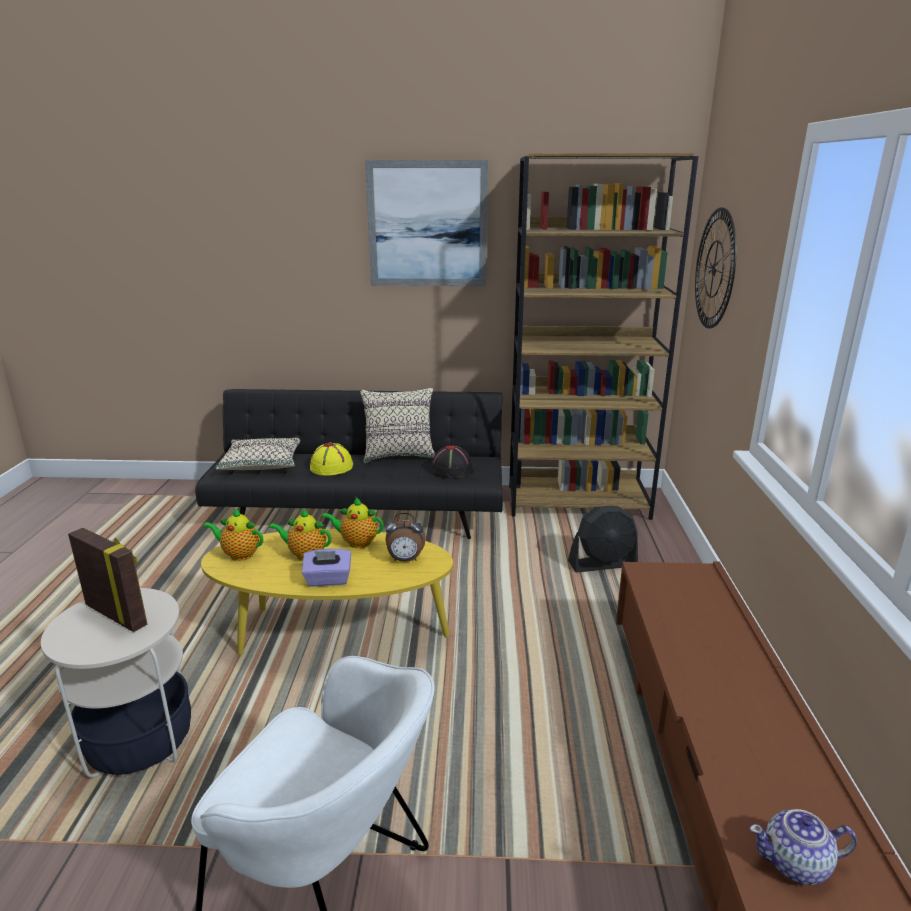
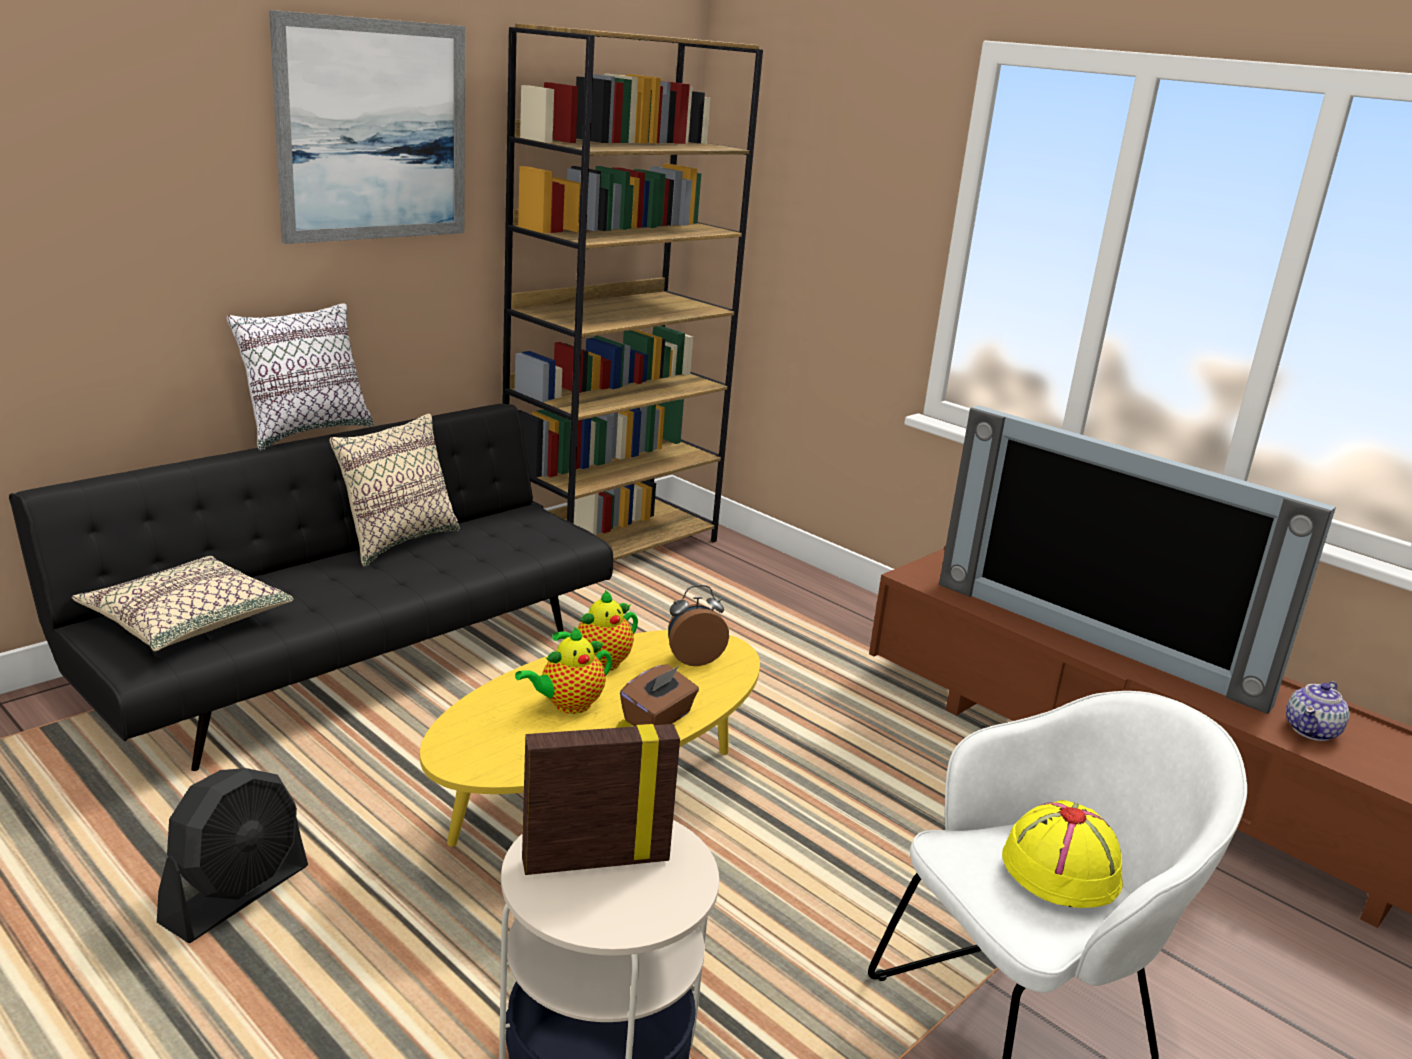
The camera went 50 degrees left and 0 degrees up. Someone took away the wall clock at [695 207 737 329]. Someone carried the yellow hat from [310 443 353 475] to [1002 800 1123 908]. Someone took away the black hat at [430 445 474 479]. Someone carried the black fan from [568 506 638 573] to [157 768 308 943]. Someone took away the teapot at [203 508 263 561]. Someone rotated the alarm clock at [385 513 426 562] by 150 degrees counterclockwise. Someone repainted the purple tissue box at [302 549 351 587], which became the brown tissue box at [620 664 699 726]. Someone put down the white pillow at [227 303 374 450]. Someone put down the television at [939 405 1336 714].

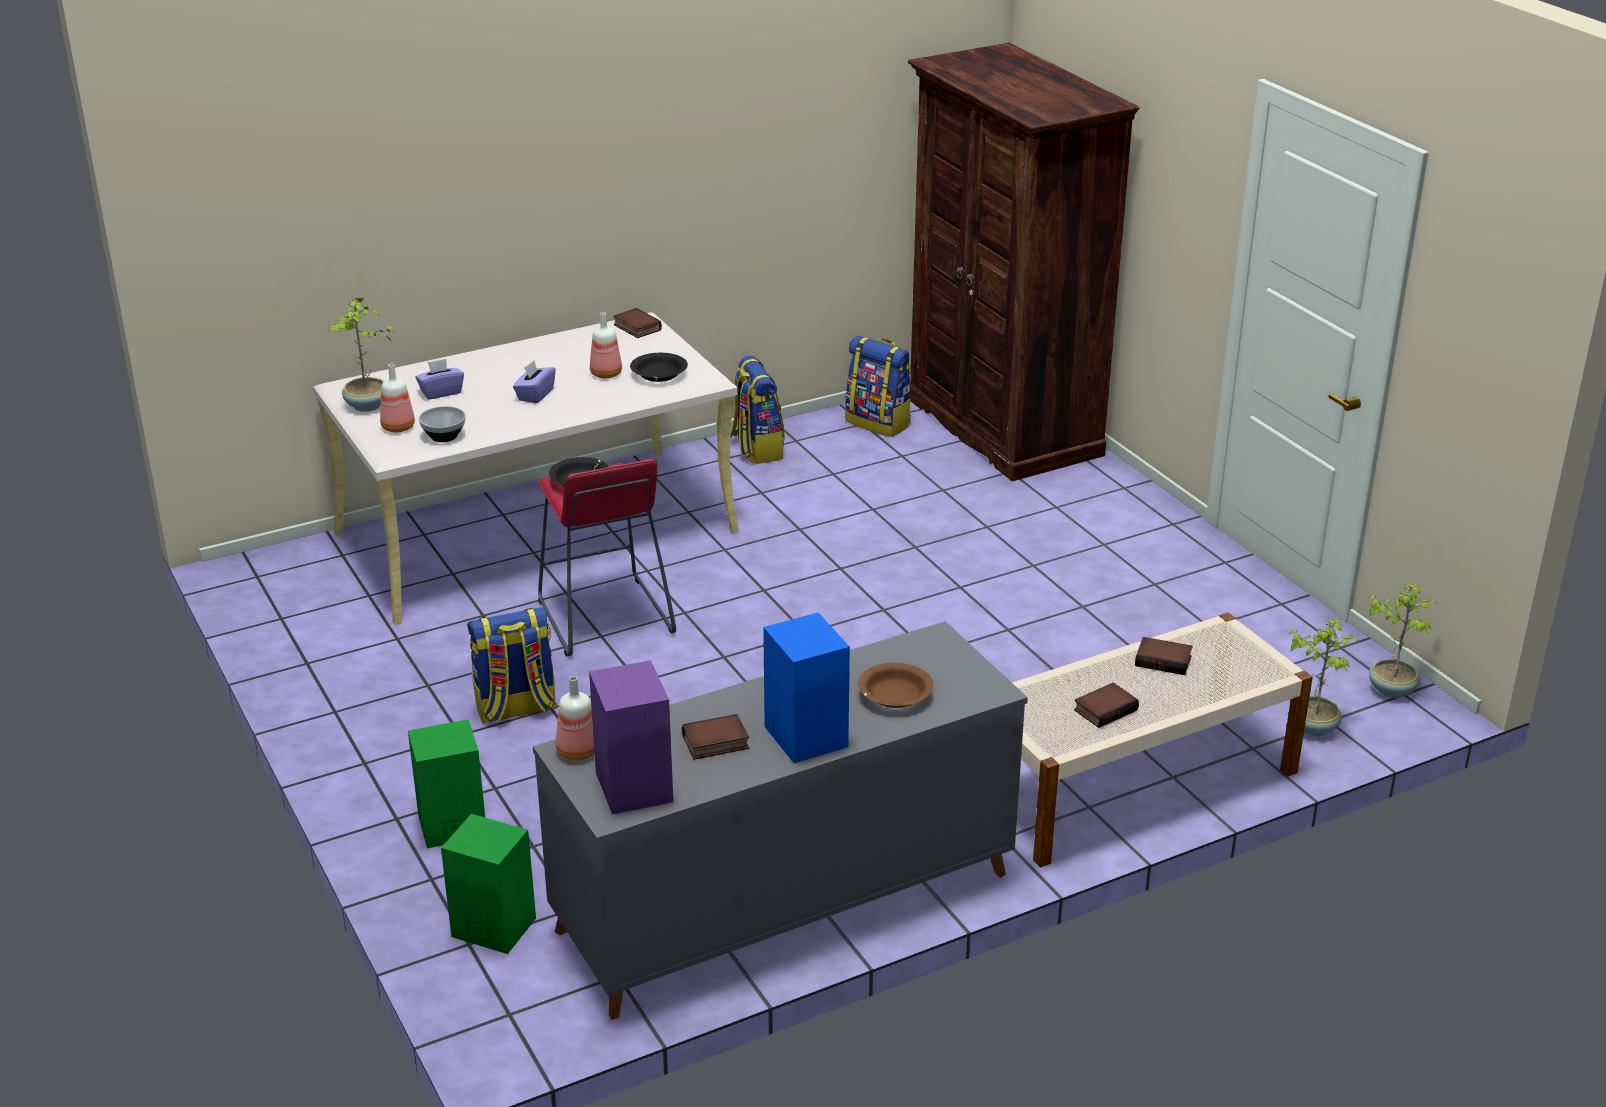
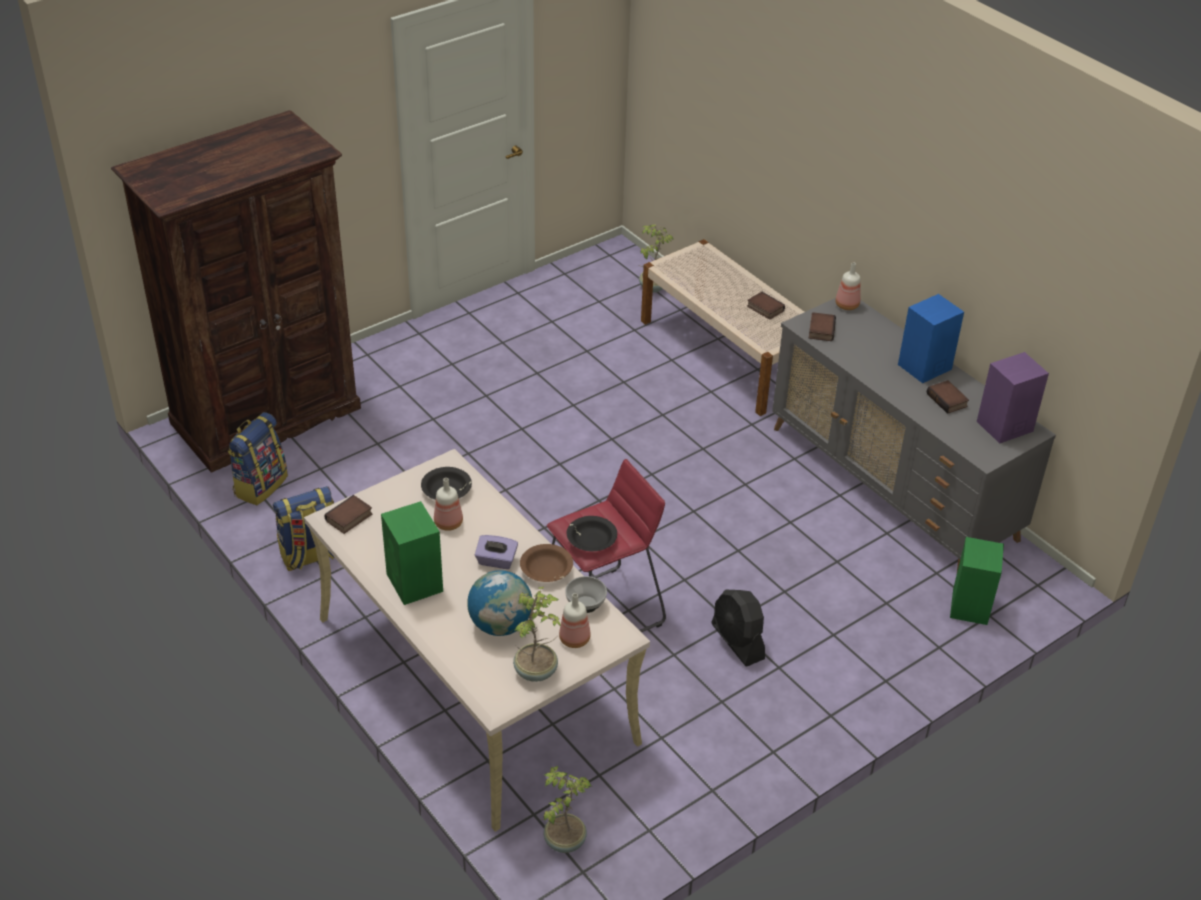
The camera went 100 degrees left and 10 degrees up. Someone swapped the purple tissue box at [415 359 464 400] for the globe at [467 570 532 636]. Someone carried the potted plant from [1367 582 1436 698] to [541 766 592 853]. Someone swapped the backpack at [467 607 557 724] for the black fan at [711 590 765 667]. Someone carried the book from [1135 637 1193 675] to [809 312 836 341]. Someone carried the brown bowl from [858 663 933 708] to [520 544 573 582]. Someone carried the bottle from [556 676 595 761] to [835 262 860 310]. Someone carried the green speaker from [408 719 485 848] to [381 501 443 605].

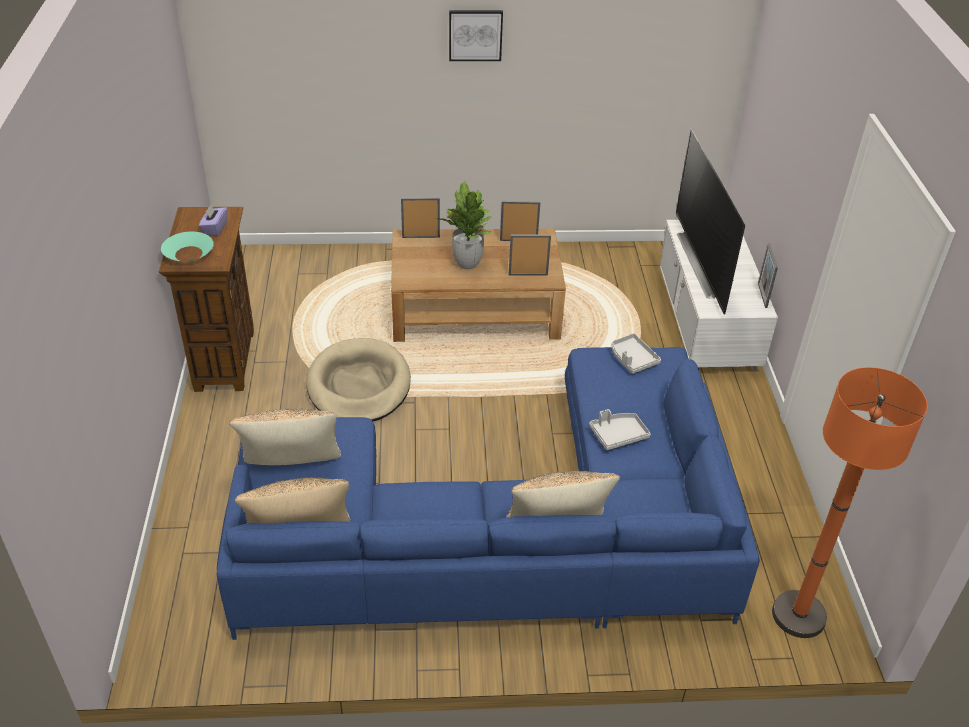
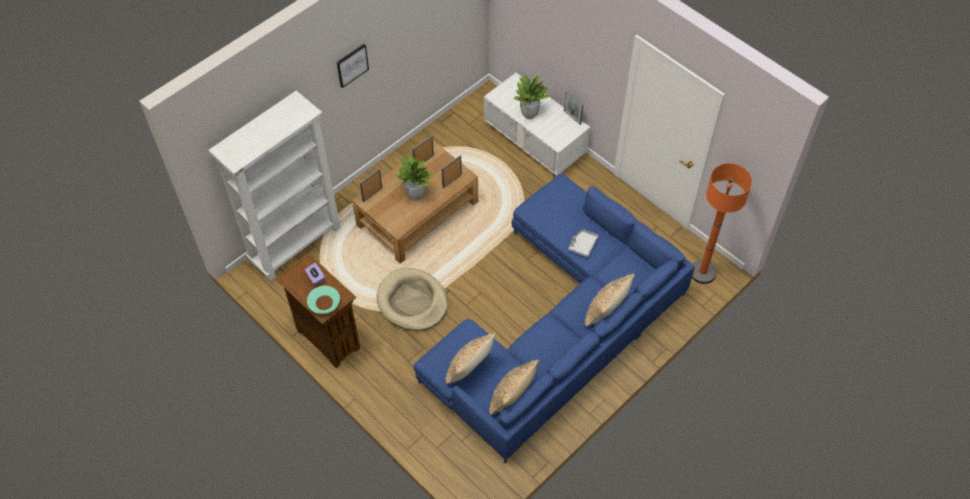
The camera went 40 degrees left and 15 degrees up. Someone swapped the television at [676 129 746 315] for the potted plant at [514 76 549 119]. Someone took away the grey tray at [611 333 661 374]. Someone put down the white bookcase at [208 91 342 281].

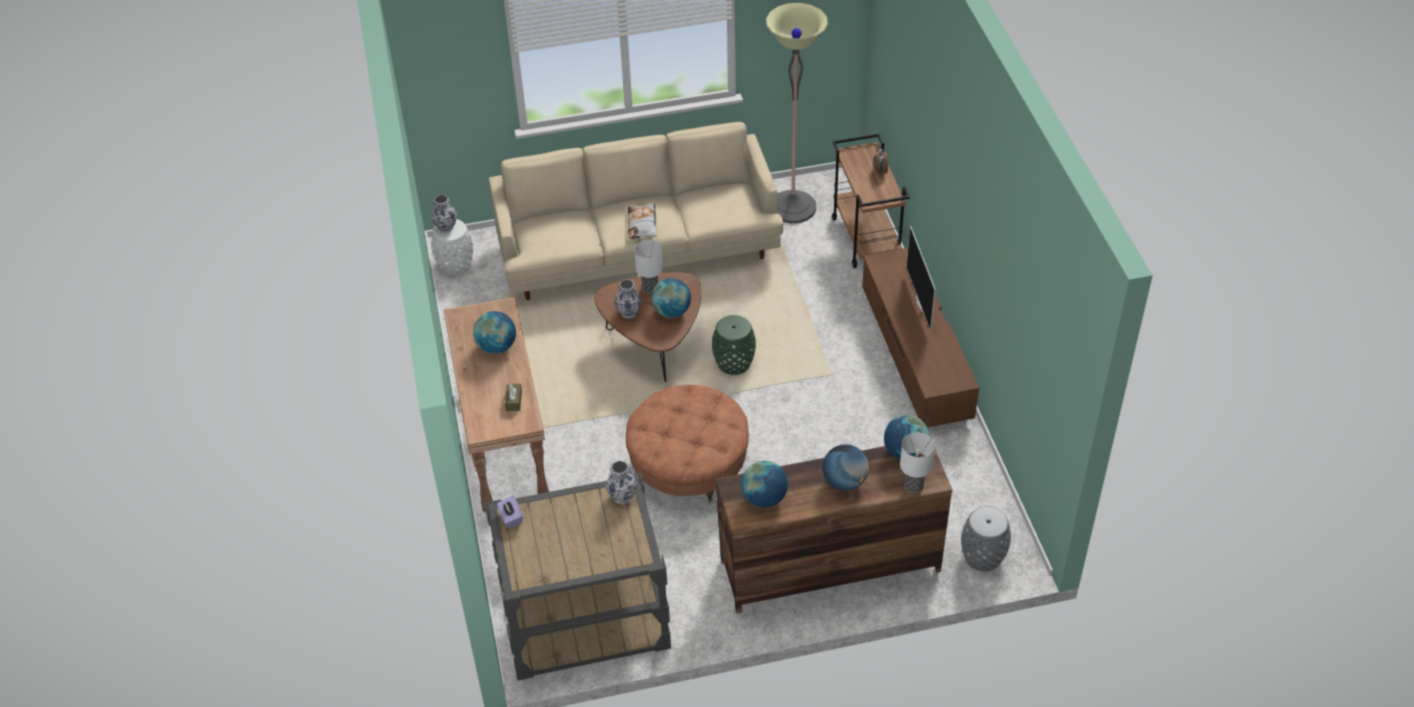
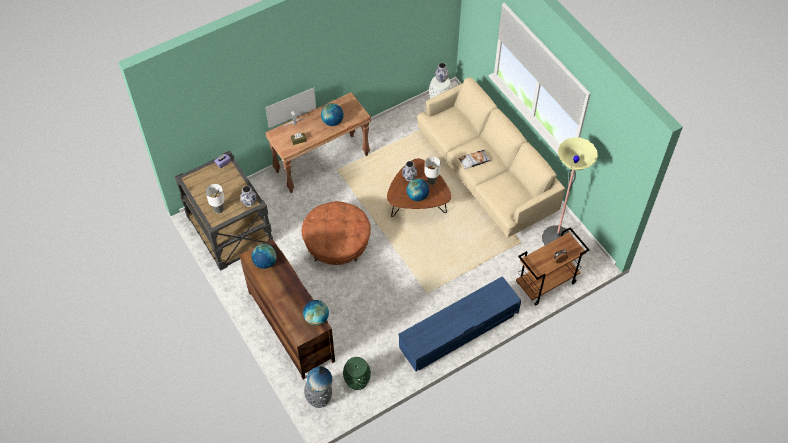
The camera went 70 degrees right and 10 degrees up. Someone carried the television from [906 226 936 331] to [265 88 316 128]. Someone repainted the brown tv stand at [862 248 979 427], which became the blue tv stand at [398 276 521 372]. Someone carried the green stool from [712 315 756 375] to [343 357 371 390]. Someone carried the table lamp from [900 433 935 493] to [206 184 225 214]. Someone carried the globe from [822 444 869 491] to [307 366 332 392].

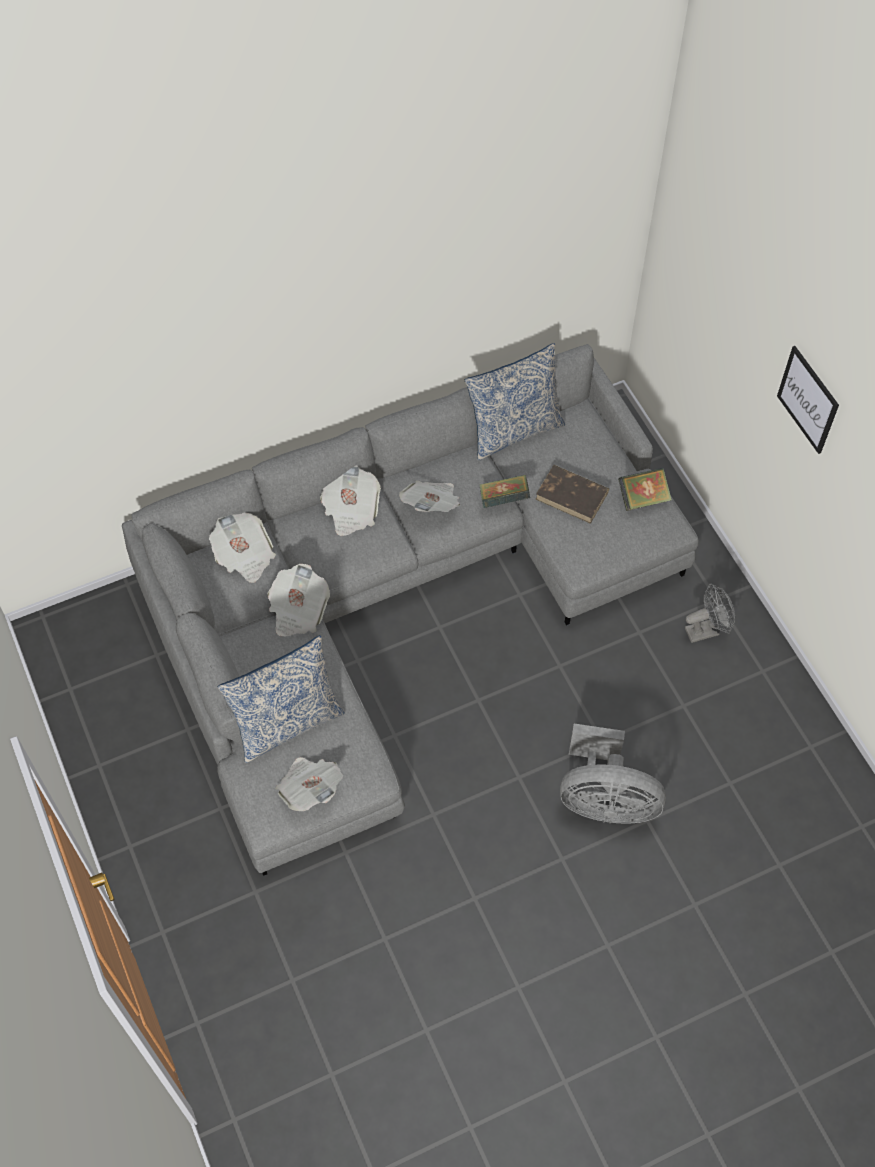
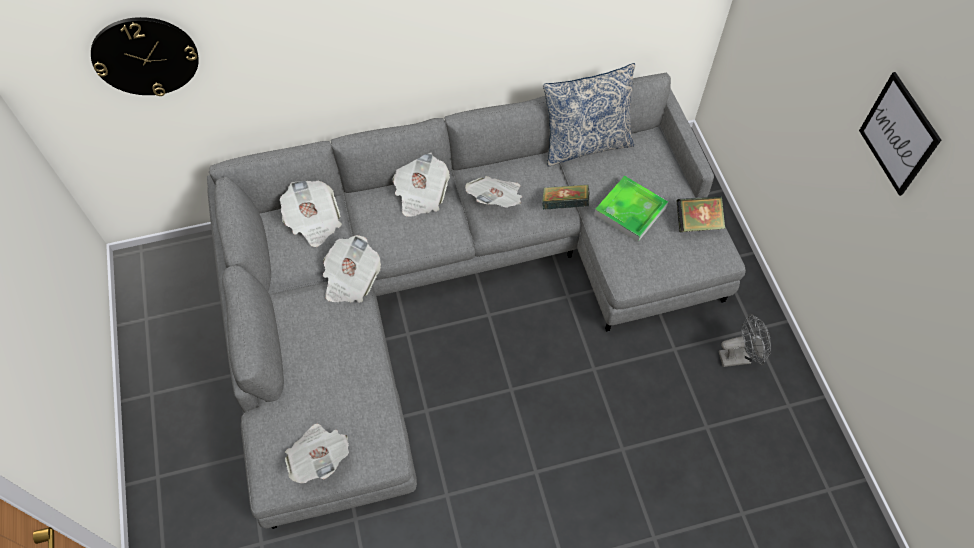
The camera went 10 degrees right and 0 degrees up. Someone swapped the brown book at [535 465 609 524] for the tray at [594 176 668 242]. Someone took away the pillow at [218 635 345 763]. Someone took away the grey fan at [560 724 666 824]. Someone put up the wall clock at [91 17 199 96].

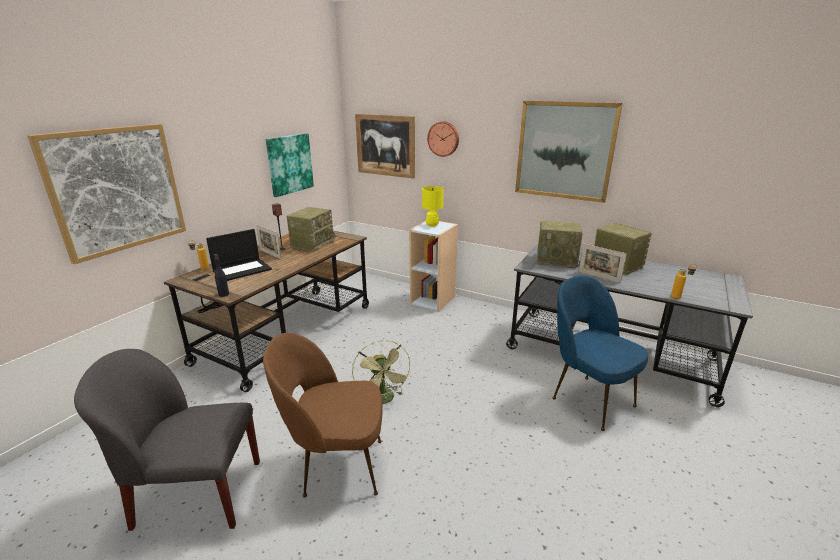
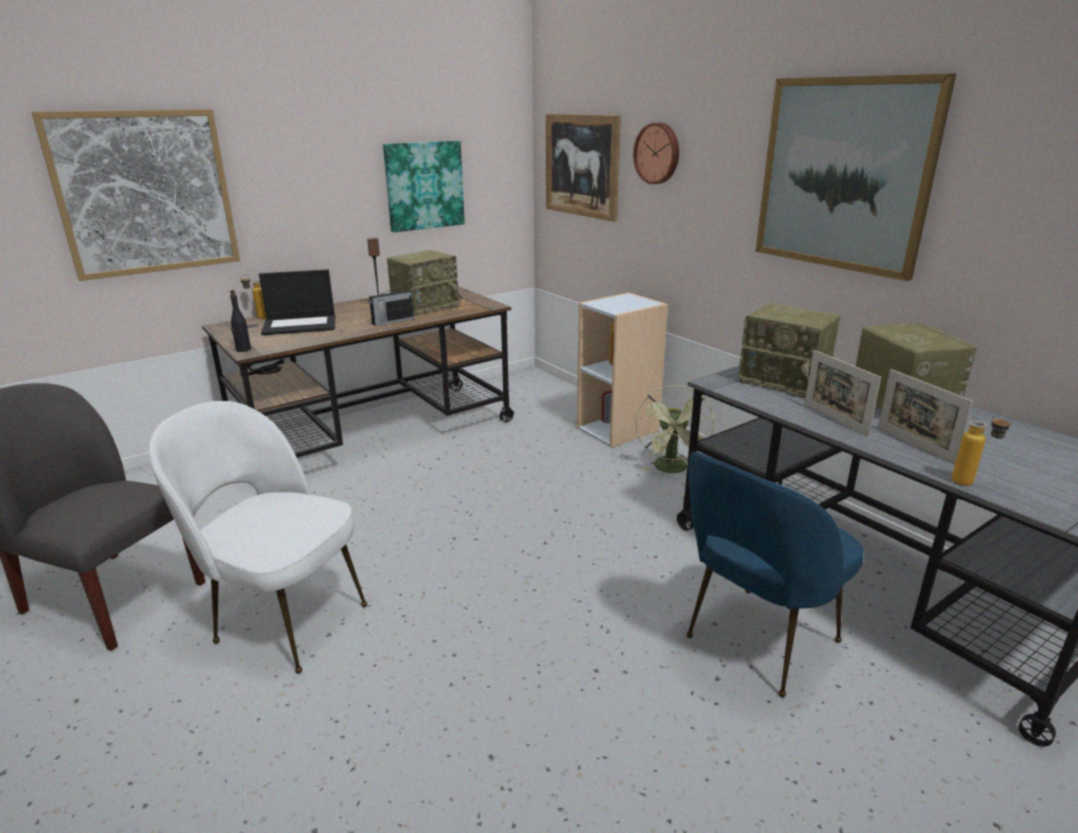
The camera went 25 degrees right and 0 degrees up. Someone took away the yellow table lamp at [422 186 444 226]. Someone carried the picture frame from [256 225 281 259] to [878 369 973 464]. Someone rotated the blue chair at [553 275 648 431] by 120 degrees counterclockwise. Someone repainted the brown chair at [263 333 383 497], which became the white chair at [149 401 367 674]. Someone carried the green fan from [352 340 412 404] to [635 385 714 473]. Someone put down the radio at [368 284 414 326].

